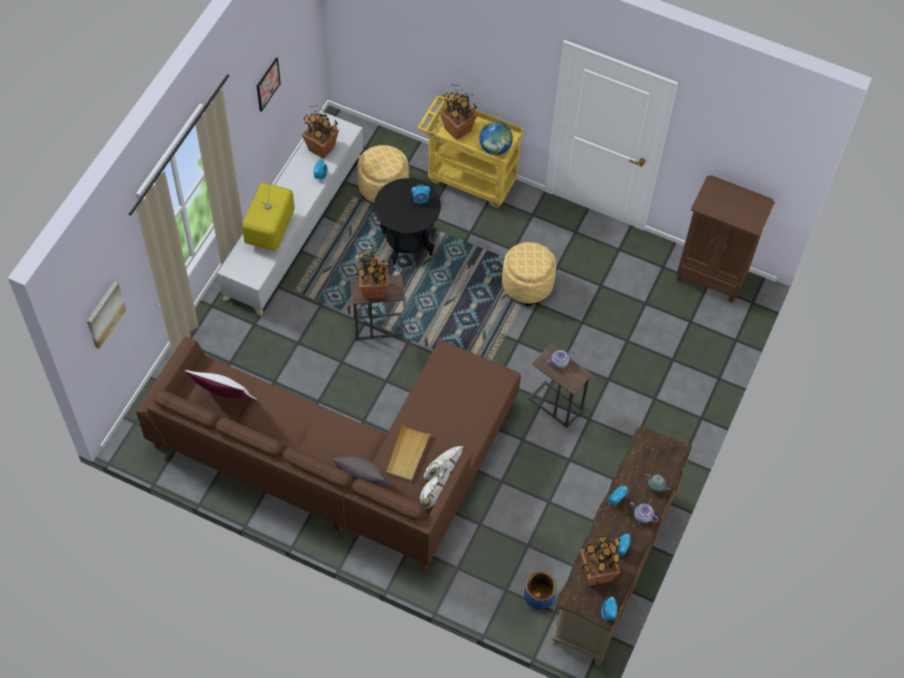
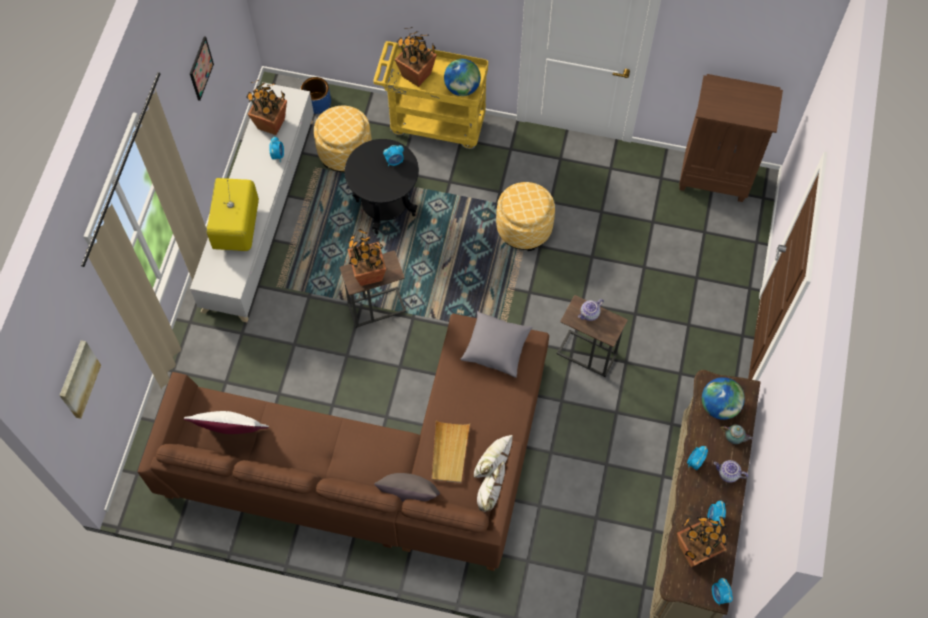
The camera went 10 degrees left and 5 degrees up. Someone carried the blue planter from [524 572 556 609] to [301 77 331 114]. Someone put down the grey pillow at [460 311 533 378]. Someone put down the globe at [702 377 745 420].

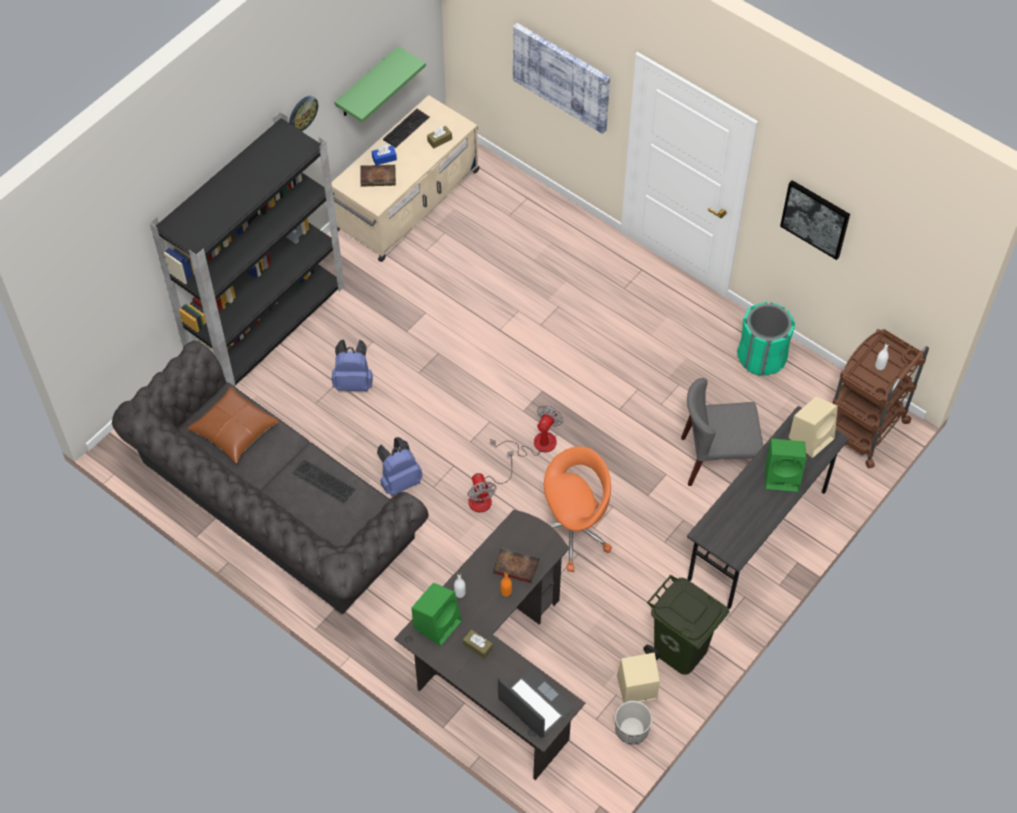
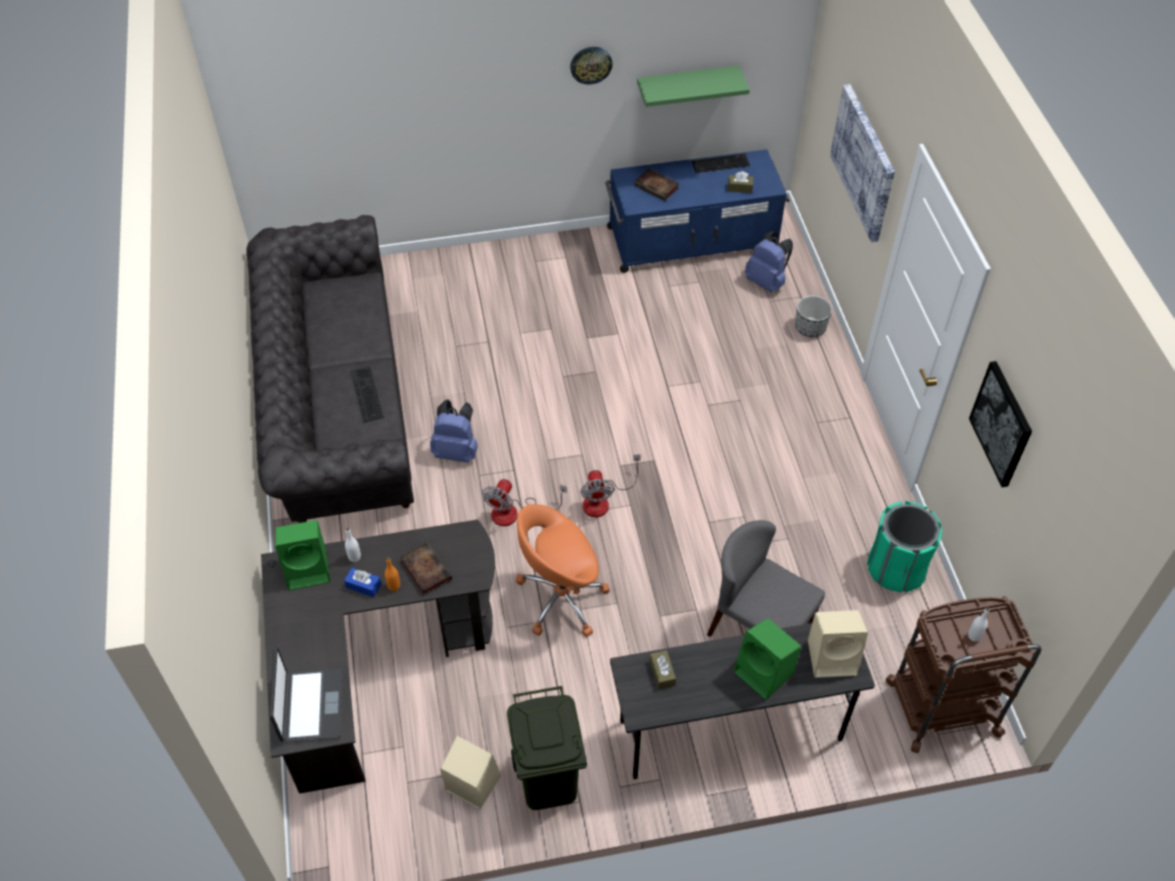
The camera went 40 degrees right and 5 degrees down. Someone repainted the beige cabinet at [331 95 479 262], which became the blue cabinet at [605 149 790 273]. Someone took away the black bookcase at [150 112 345 387]. Someone carried the blue tissue box from [372 145 397 165] to [344 568 381 597]. Someone carried the blue backpack from [332 340 373 391] to [745 231 793 292]. Someone took away the brown pillow at [187 387 279 464]. Someone rotated the fan at [490 405 563 457] by 105 degrees clockwise. Someone rotated the orange office chair at [544 447 612 572] by 135 degrees clockwise. Someone carried the brown tissue box from [463 629 493 659] to [649 650 676 689]. Someone carried the planter from [615 701 652 745] to [795 295 832 337].

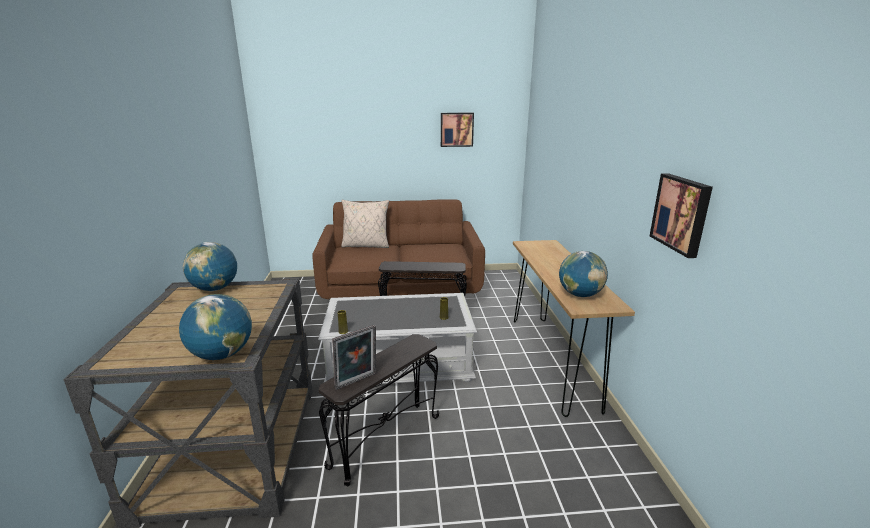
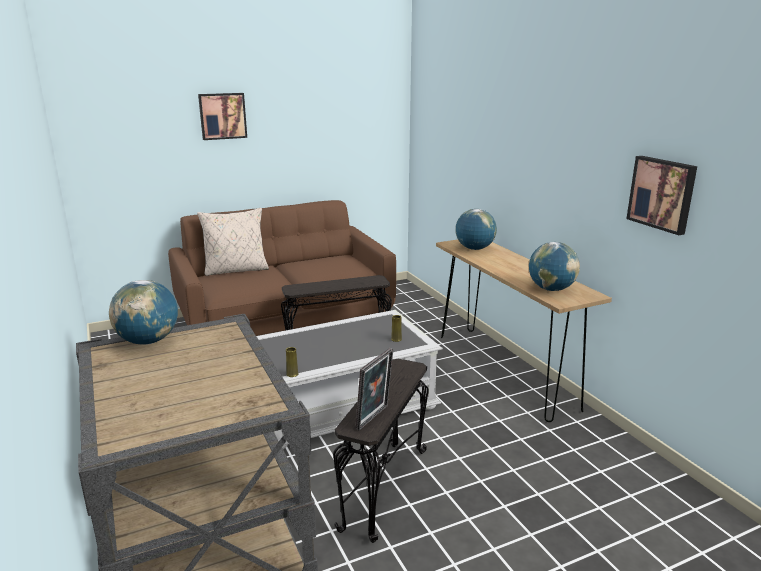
The camera went 20 degrees left and 0 degrees up. Someone carried the picture from [441 113 474 147] to [198 93 247 140]. Someone carried the globe from [179 294 252 360] to [455 209 497 250].

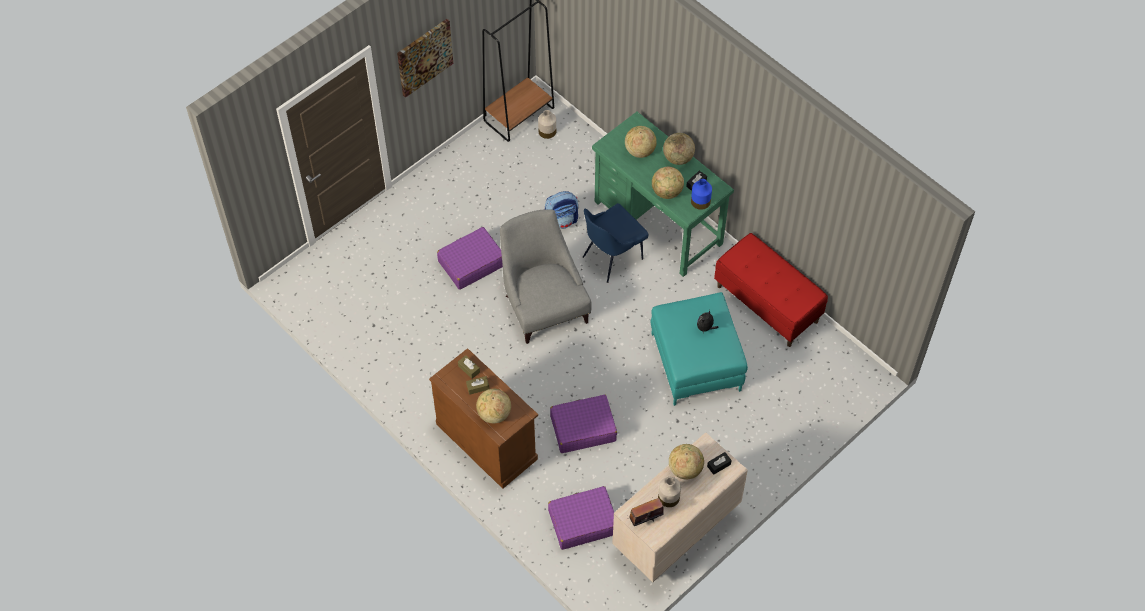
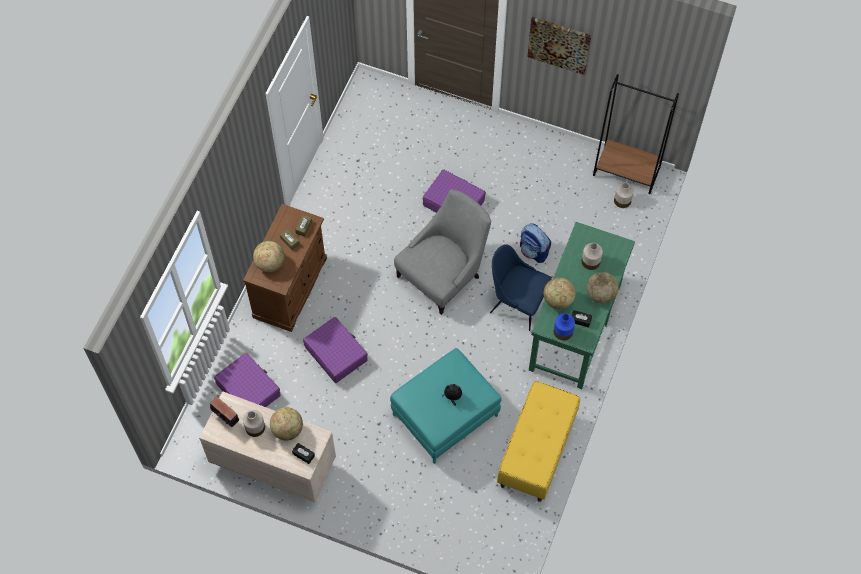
The camera went 65 degrees right and 5 degrees up. Someone swapped the globe at [625 126 657 158] for the beige vase at [581 243 603 270]. Someone repainted the red bench at [714 233 828 347], which became the yellow bench at [497 381 580 502].

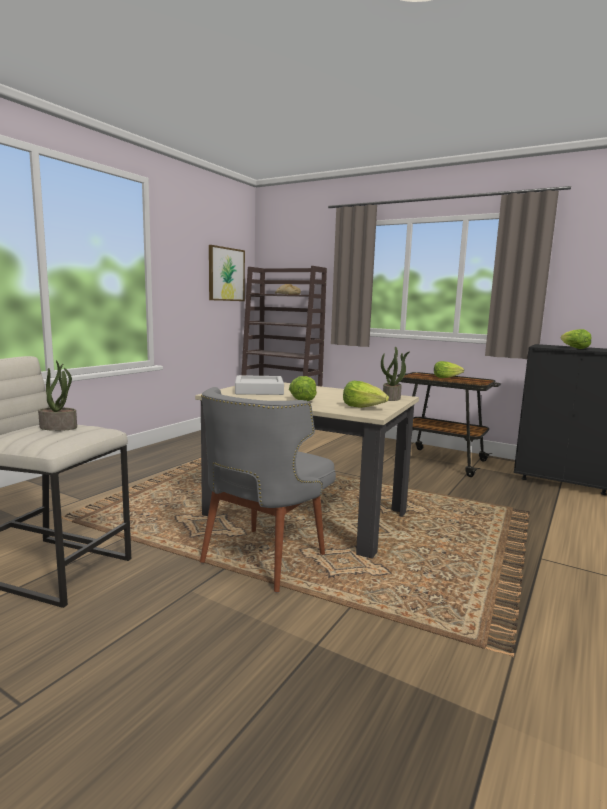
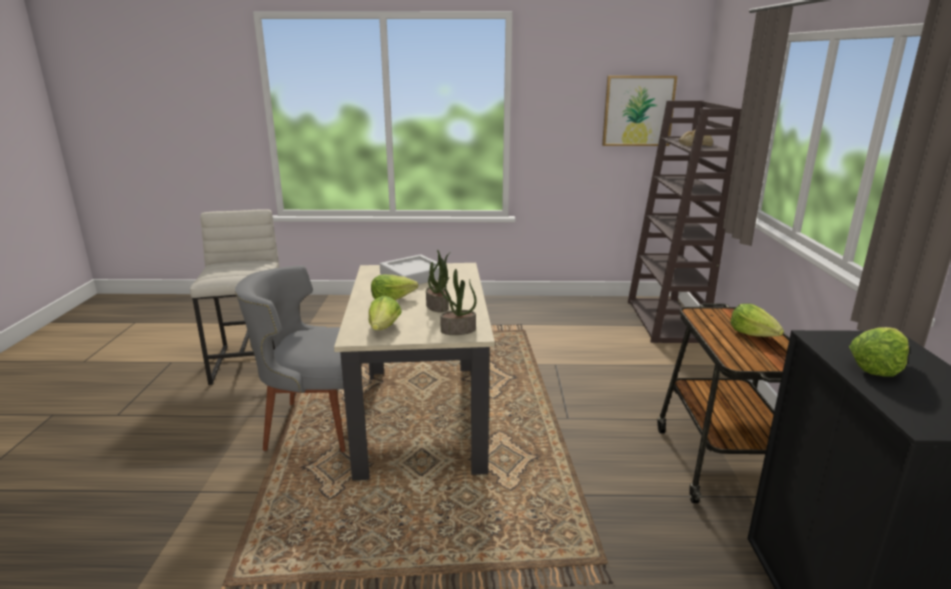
The camera went 60 degrees right and 10 degrees up. Someone carried the potted plant from [38 360 77 431] to [426 250 451 312].

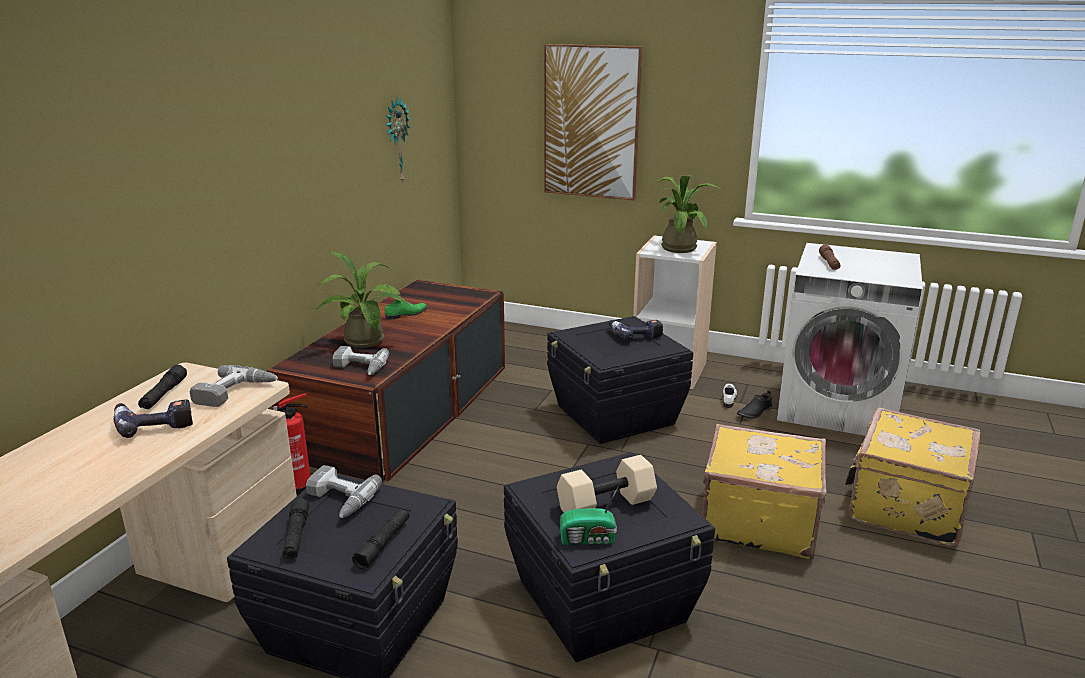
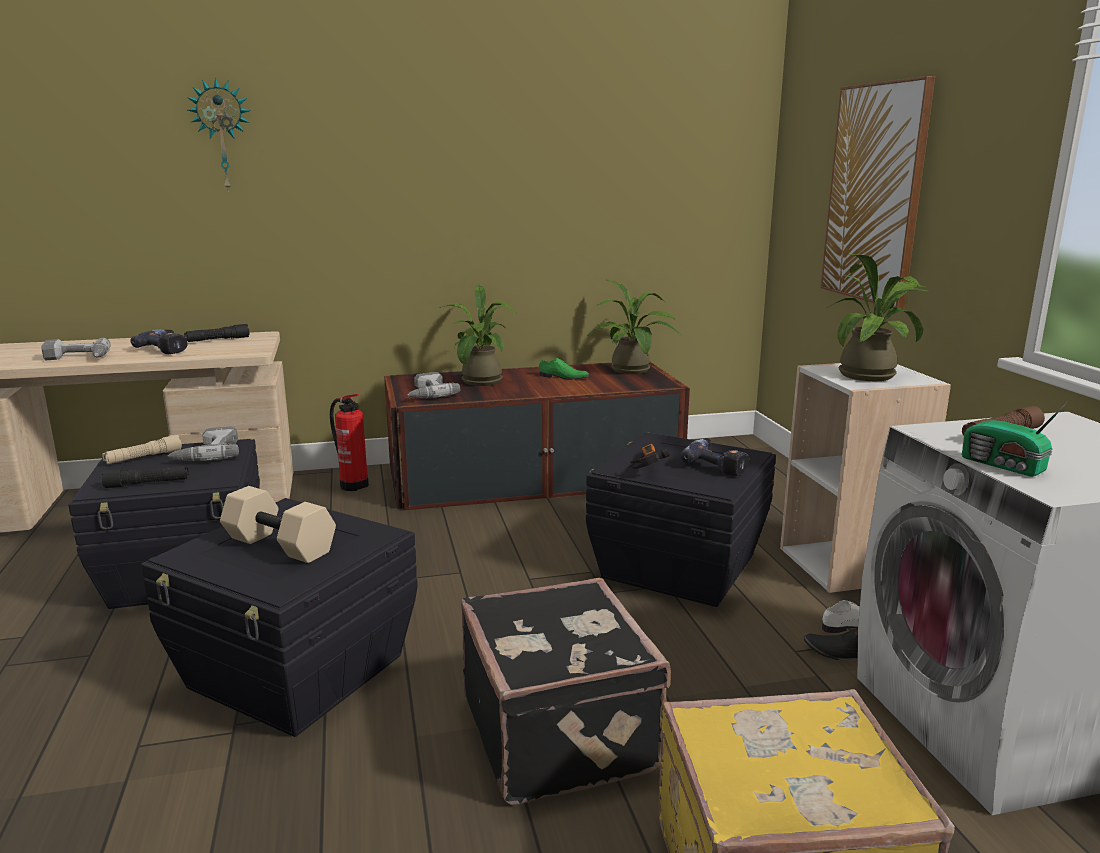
The camera went 55 degrees right and 5 degrees down. Someone carried the wall clock from [386 98 410 184] to [187 77 251 192]. Someone carried the power drill from [190 365 278 407] to [42 338 110 360]. Someone repainted the yellow suitcase at [702 424 826 559], which became the black suitcase at [461 578 671 805]. Someone carried the radio from [560 487 618 545] to [962 401 1069 477]. Someone repainted the black flashlight at [282 498 309 559], which became the beige flashlight at [102 435 182 464]. Someone put down the potted plant at [588 280 681 374]. Someone put down the hammer at [630 444 670 469].

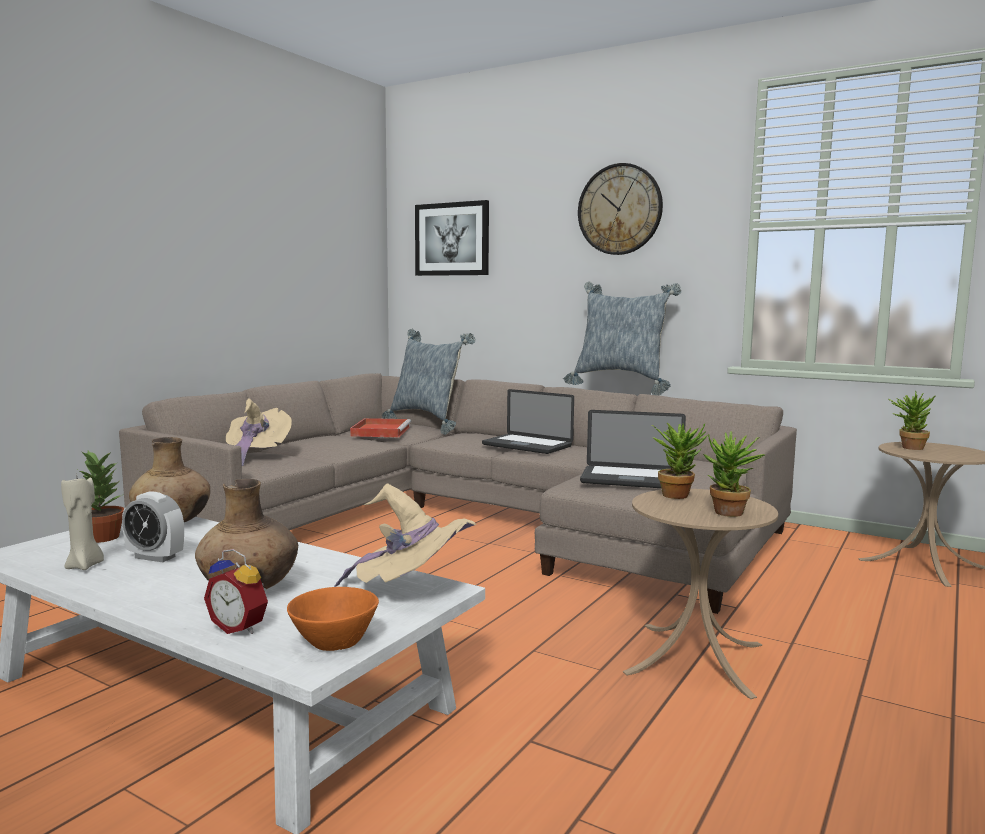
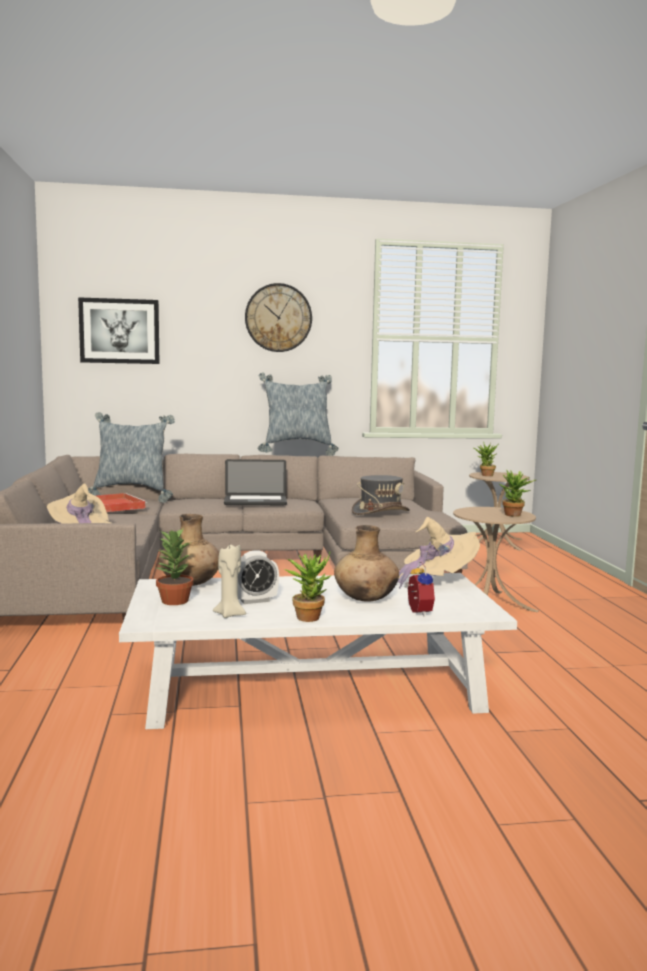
The camera went 40 degrees left and 0 degrees up. Someone swapped the laptop at [580 410 686 488] for the grey hat at [352 475 410 515]. Someone carried the potted plant from [651 423 707 499] to [284 552 332 622]. Someone rotated the alarm clock at [204 549 268 634] by 90 degrees counterclockwise. Someone took away the orange bowl at [287 587 379 651].

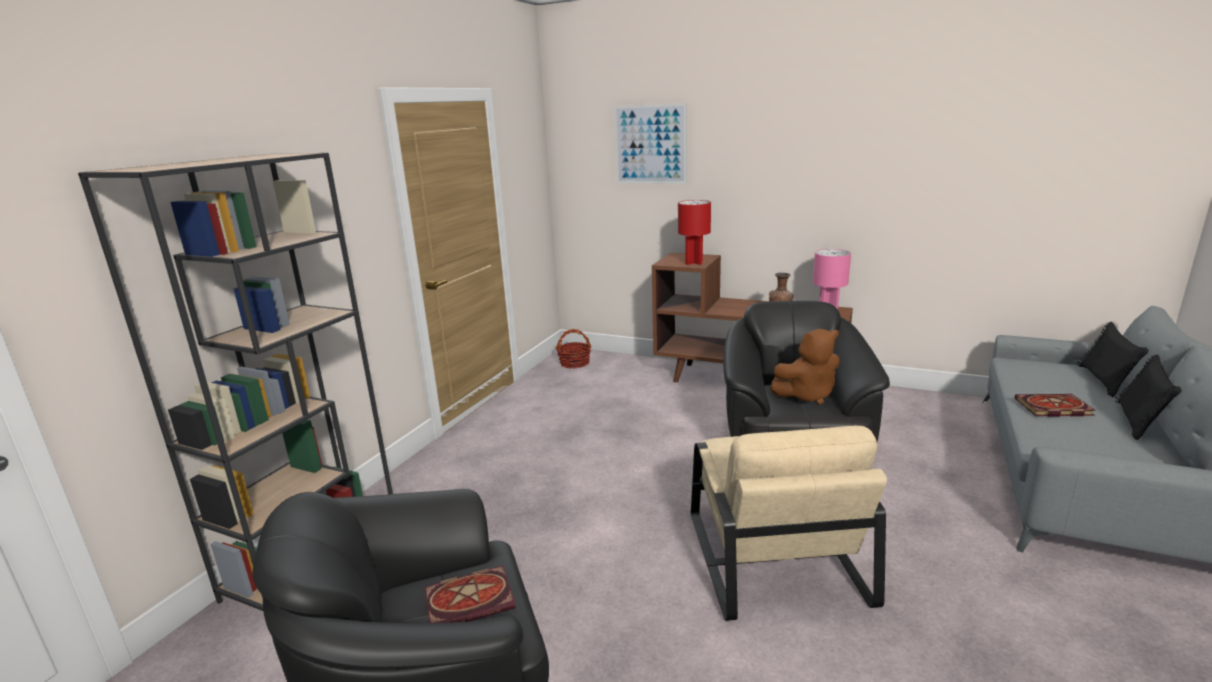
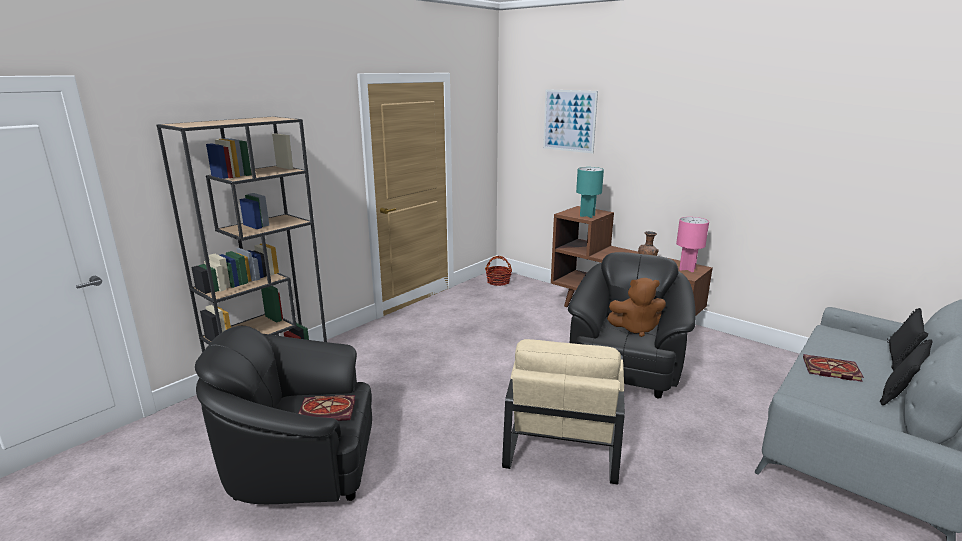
The camera went 15 degrees right and 0 degrees up. Someone repainted the red table lamp at [678 200 711 265], which became the turquoise table lamp at [576 167 604 218].

